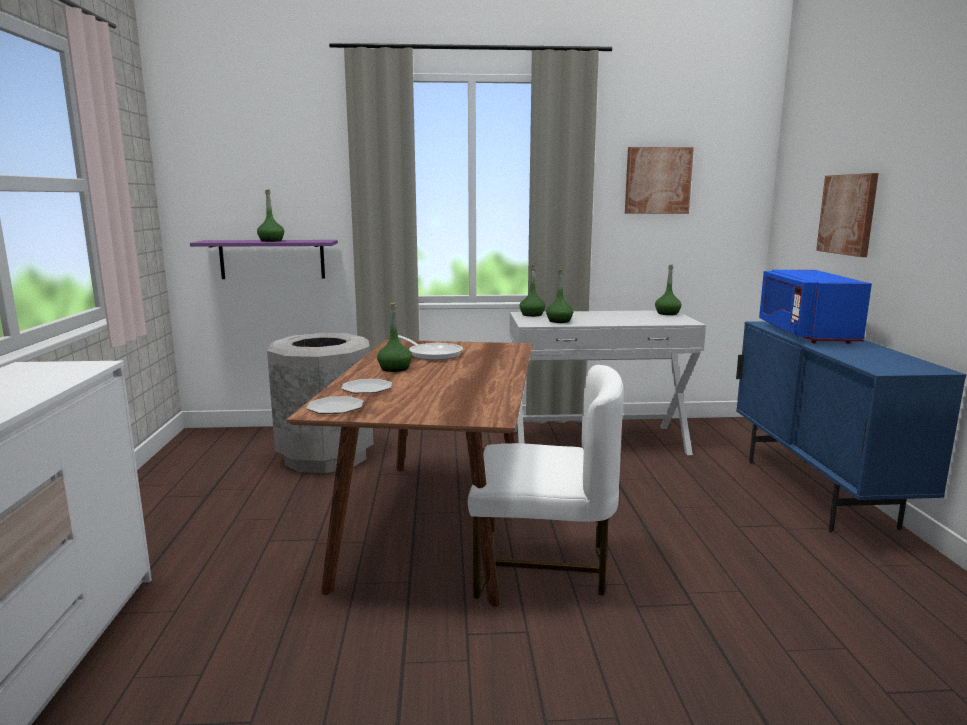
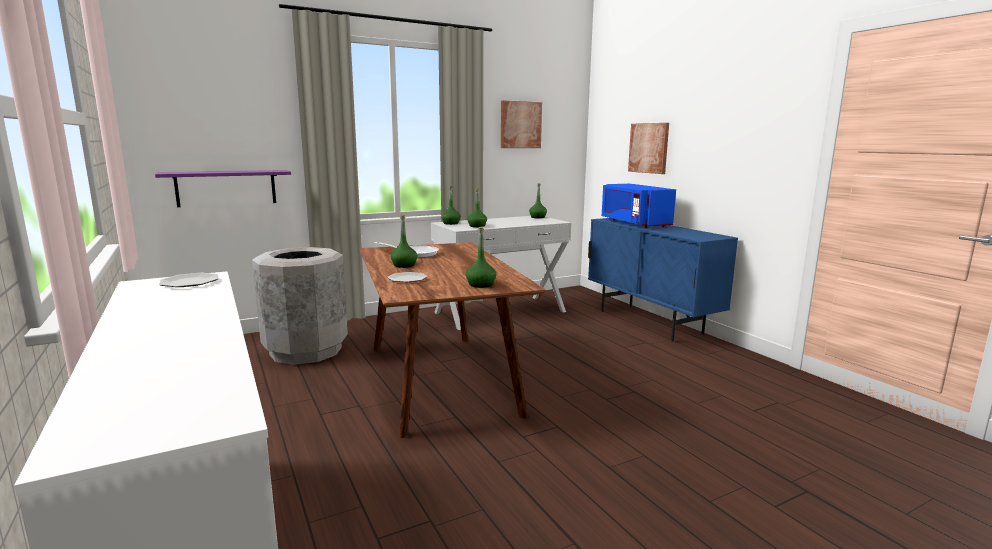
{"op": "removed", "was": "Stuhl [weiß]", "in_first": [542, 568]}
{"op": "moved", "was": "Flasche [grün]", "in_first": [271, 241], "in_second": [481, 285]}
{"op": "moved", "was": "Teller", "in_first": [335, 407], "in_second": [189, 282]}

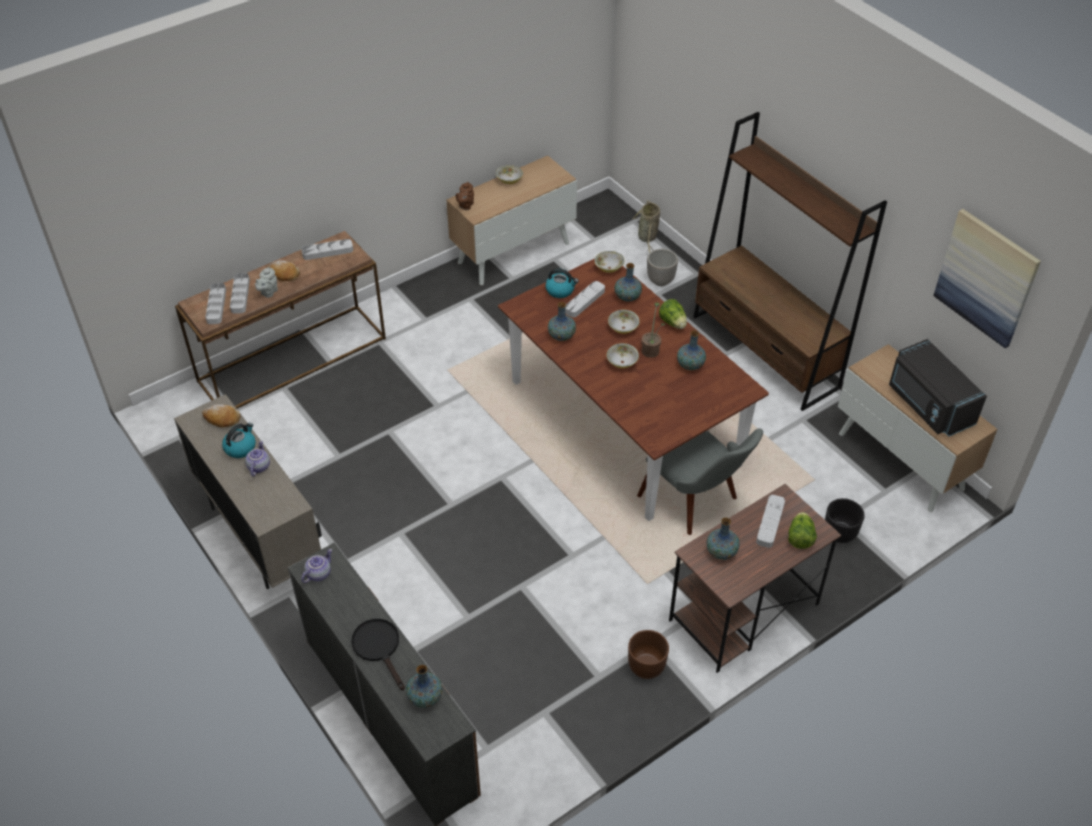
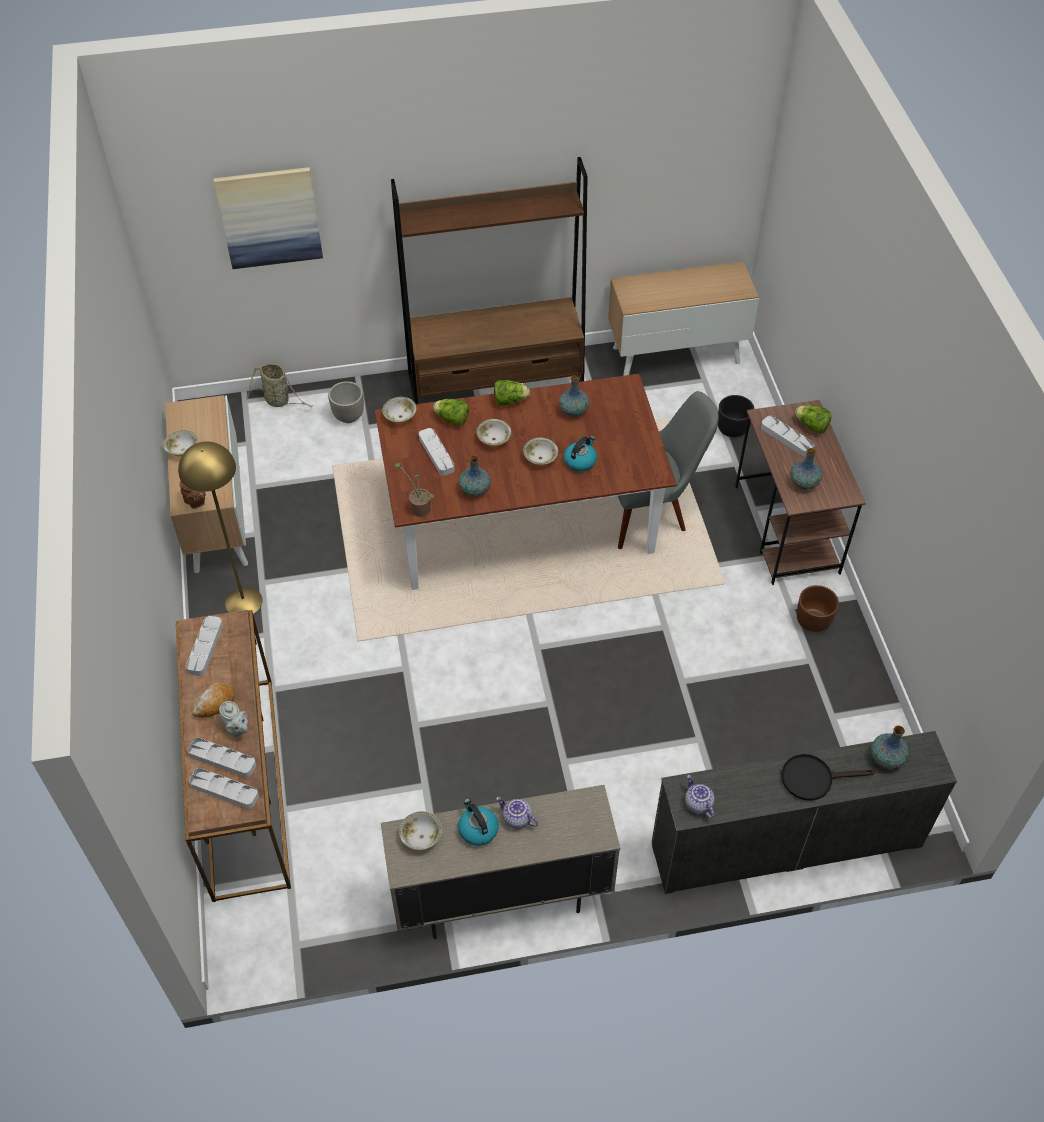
{"op": "removed", "was": "Mikrowelle [schwarz]", "in_first": [928, 405]}
{"op": "added", "now": "Stehlampe [gelb]", "in_second": [243, 601]}
{"op": "moved", "was": "Wasserkessel", "in_first": [560, 290], "in_second": [580, 461]}
{"op": "moved", "was": "Topfpflanze", "in_first": [651, 349], "in_second": [419, 507]}
{"op": "moved", "was": "Bild", "in_first": [986, 277], "in_second": [269, 217]}
{"op": "replaced", "was": "Brot", "now": "Schüssel", "in_first": [222, 419], "in_second": [421, 836]}
{"op": "replaced", "was": "Vase", "now": "Salatkopf", "in_first": [627, 297], "in_second": [452, 419]}

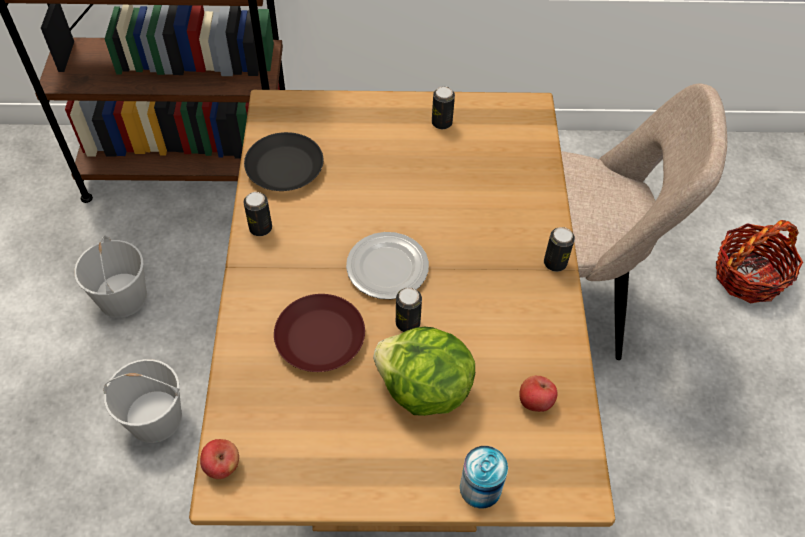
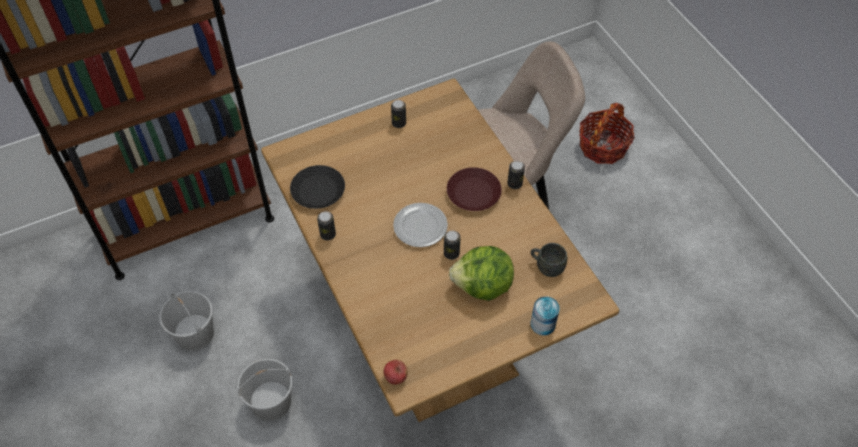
{"op": "moved", "was": "Teller [braun]", "in_first": [321, 338], "in_second": [474, 193]}
{"op": "replaced", "was": "Apfel", "now": "Henkelbecher [grau]", "in_first": [535, 402], "in_second": [546, 266]}

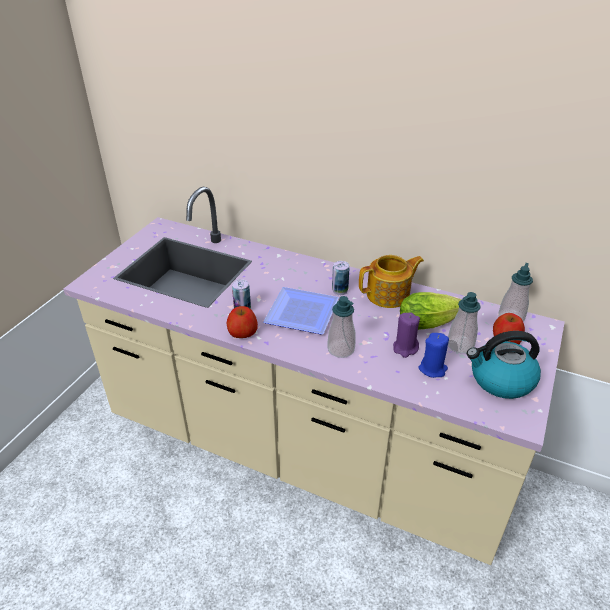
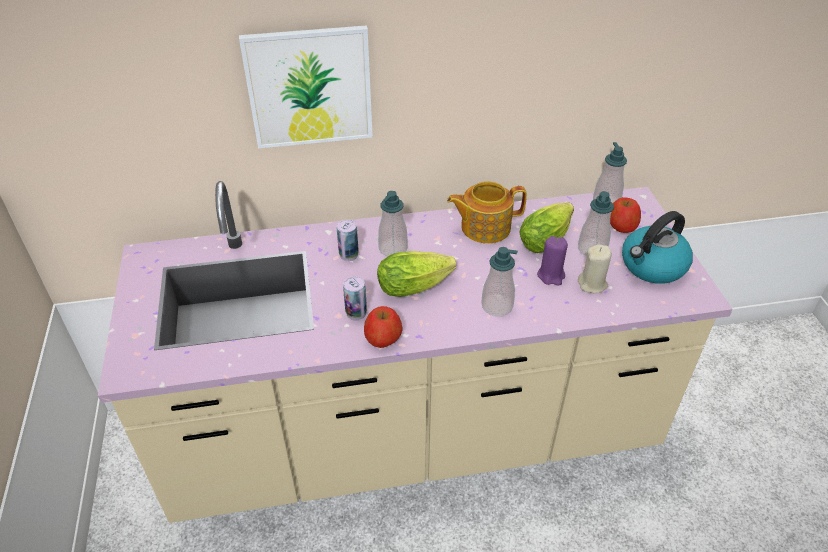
{"op": "added", "now": "Bild", "in_second": [309, 87]}
{"op": "added", "now": "Seifenspender", "in_second": [393, 248]}
{"op": "moved", "was": "Dose", "in_first": [340, 290], "in_second": [348, 255]}
{"op": "replaced", "was": "Teller", "now": "Salatkopf", "in_first": [300, 311], "in_second": [418, 285]}
{"op": "recoloured", "was": "Kerze [blau]", "now": "Kerze [beige]", "in_first": [432, 369], "in_second": [592, 284]}
{"op": "turned", "was": "Teekanne", "in_first": [389, 295], "in_second": [484, 227], "clockwise": -135}

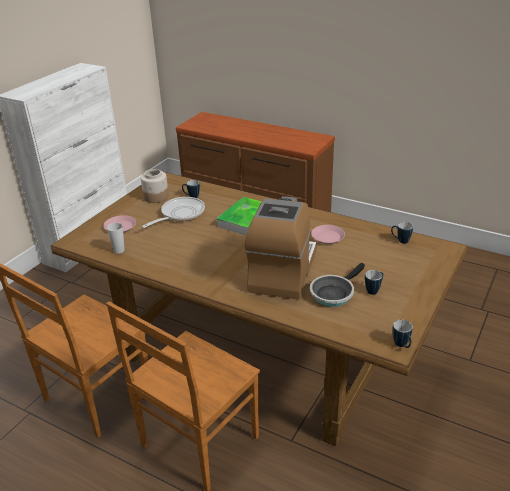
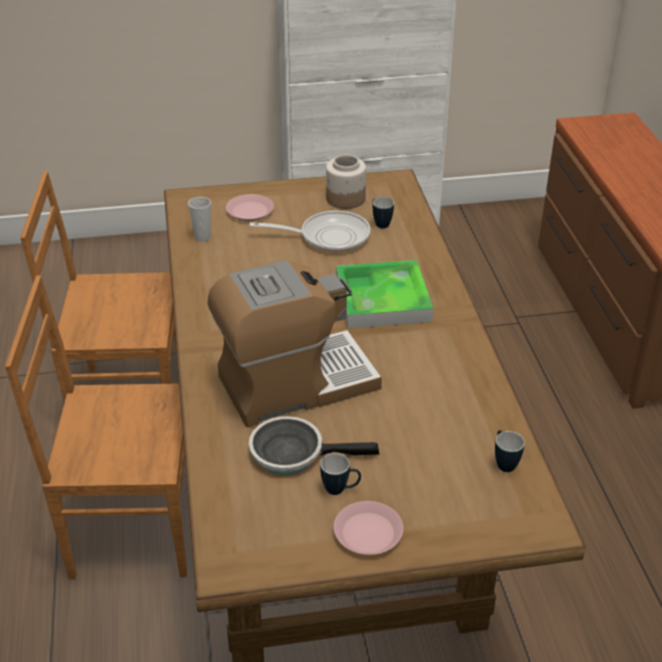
{"op": "removed", "was": "Henkelbecher", "in_first": [402, 346]}
{"op": "moved", "was": "Teller [rosa]", "in_first": [327, 237], "in_second": [367, 533]}

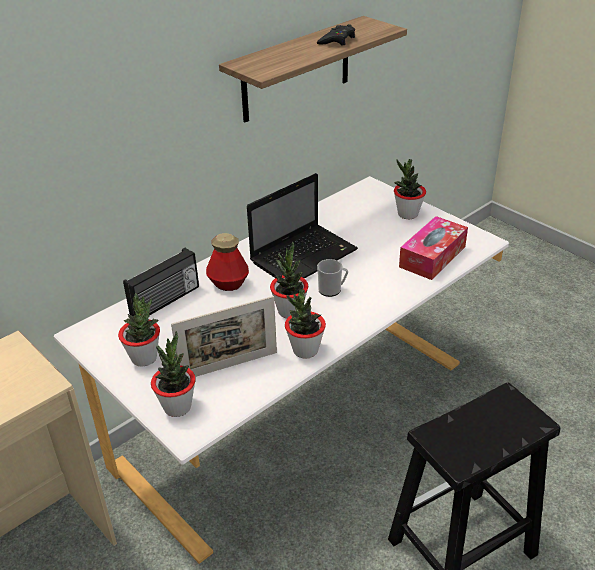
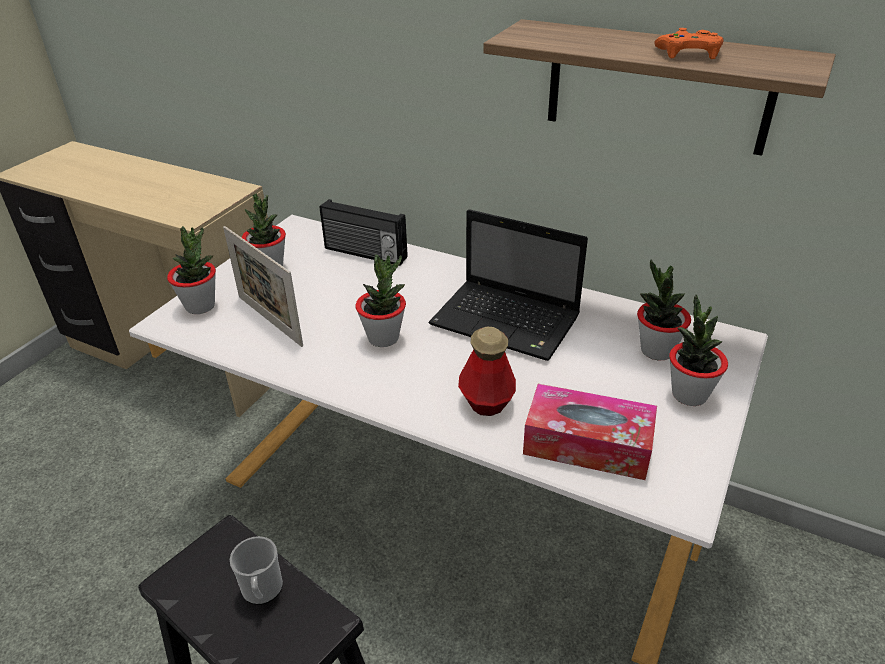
{"op": "moved", "was": "Flasche", "in_first": [228, 284], "in_second": [486, 402]}
{"op": "moved", "was": "Topfpflanze", "in_first": [305, 350], "in_second": [656, 350]}
{"op": "moved", "was": "Henkelbecher", "in_first": [332, 290], "in_second": [262, 591]}
{"op": "recoloured", "was": "Gamepad [schwarz]", "now": "Gamepad [orange]", "in_first": [337, 40], "in_second": [689, 53]}

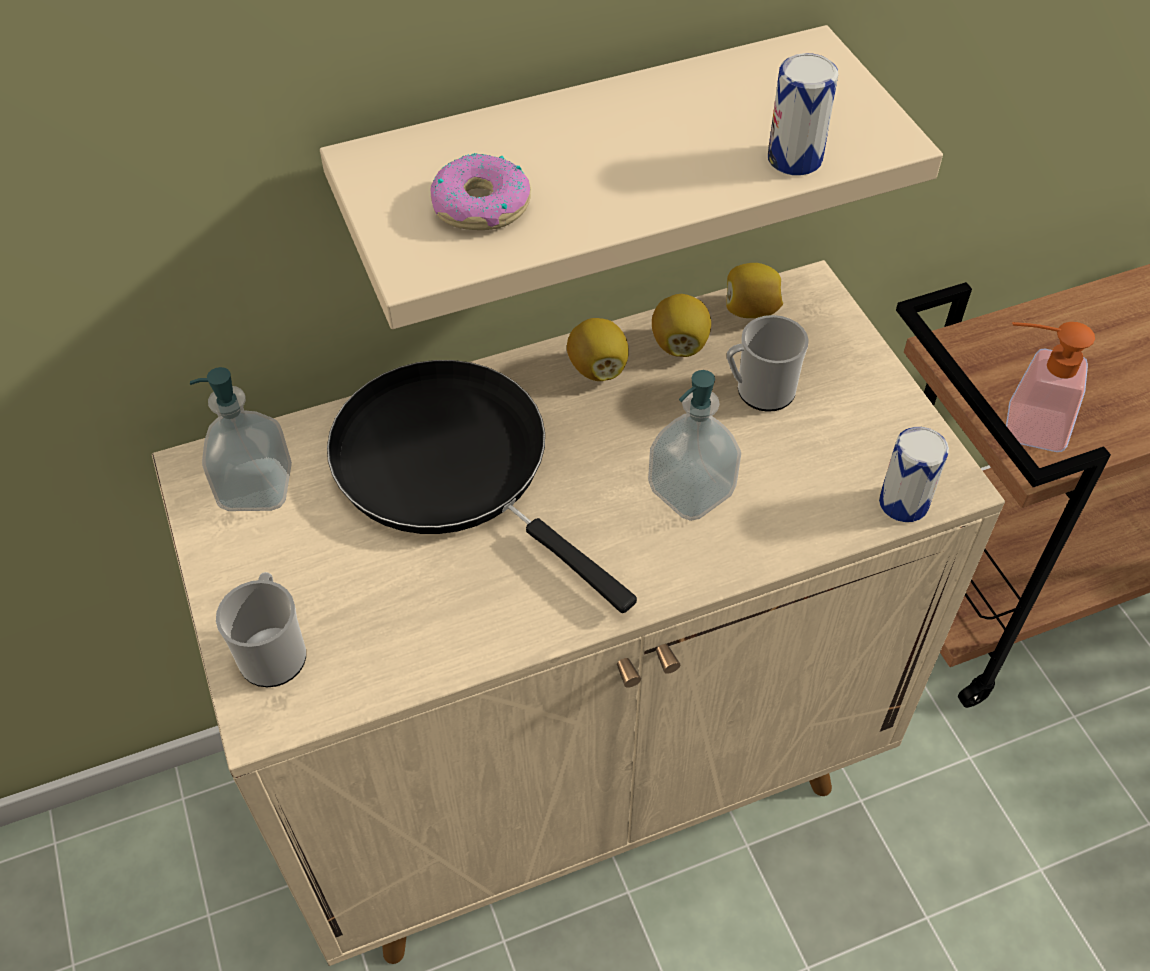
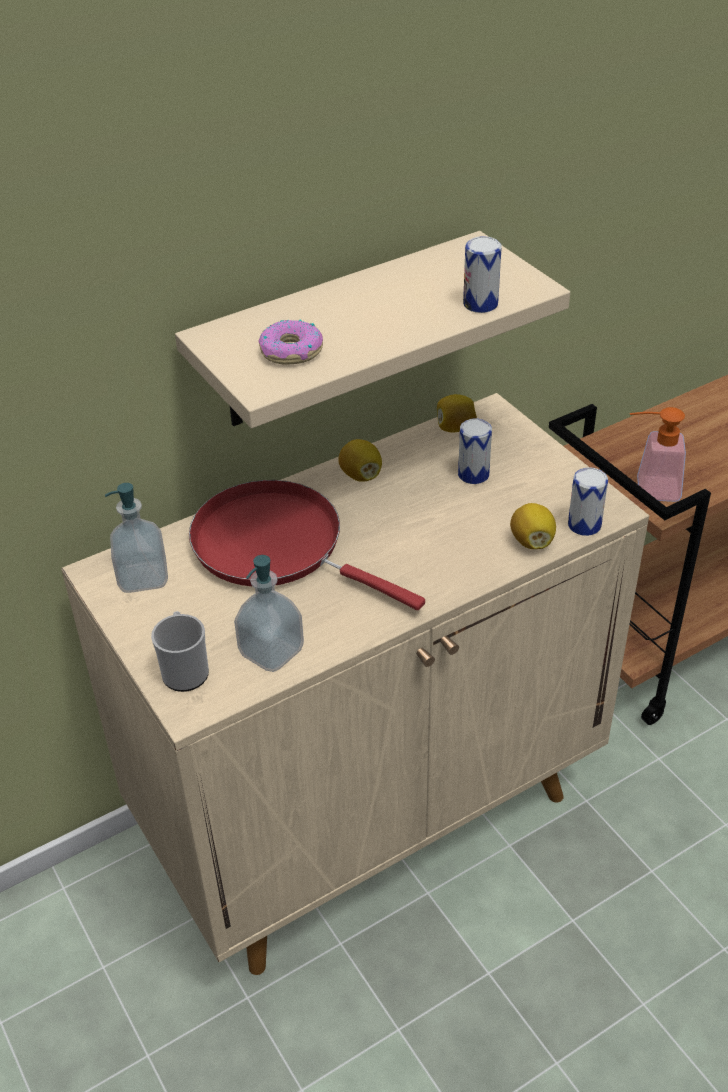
{"op": "moved", "was": "Seifenspender", "in_first": [691, 491], "in_second": [271, 651]}
{"op": "moved", "was": "Zitrone", "in_first": [680, 344], "in_second": [532, 541]}
{"op": "replaced", "was": "Henkelbecher", "now": "Dose", "in_first": [759, 391], "in_second": [473, 474]}
{"op": "recoloured", "was": "Pfanne [schwarz]", "now": "Pfanne [rot]", "in_first": [452, 466], "in_second": [277, 546]}

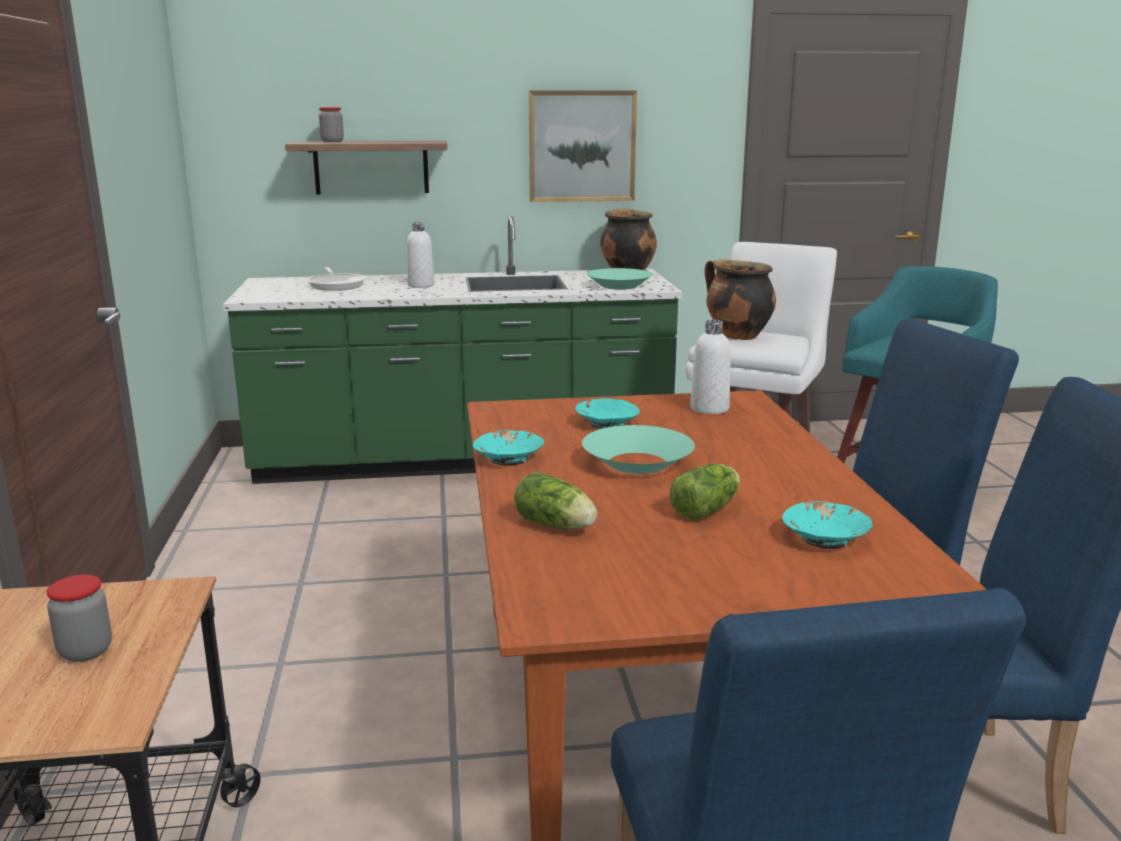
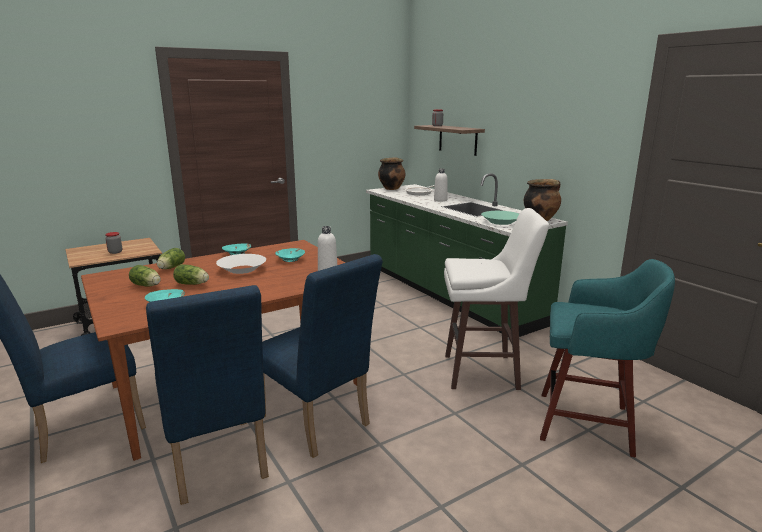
{"op": "removed", "was": "Bild", "in_first": [581, 146]}
{"op": "added", "now": "Salatkopf", "in_second": [147, 286]}
{"op": "moved", "was": "Kochtopf", "in_first": [736, 336], "in_second": [391, 188]}
{"op": "recoloured", "was": "Schüssel [türkis]", "now": "Schüssel [weiß]", "in_first": [637, 463], "in_second": [242, 269]}

